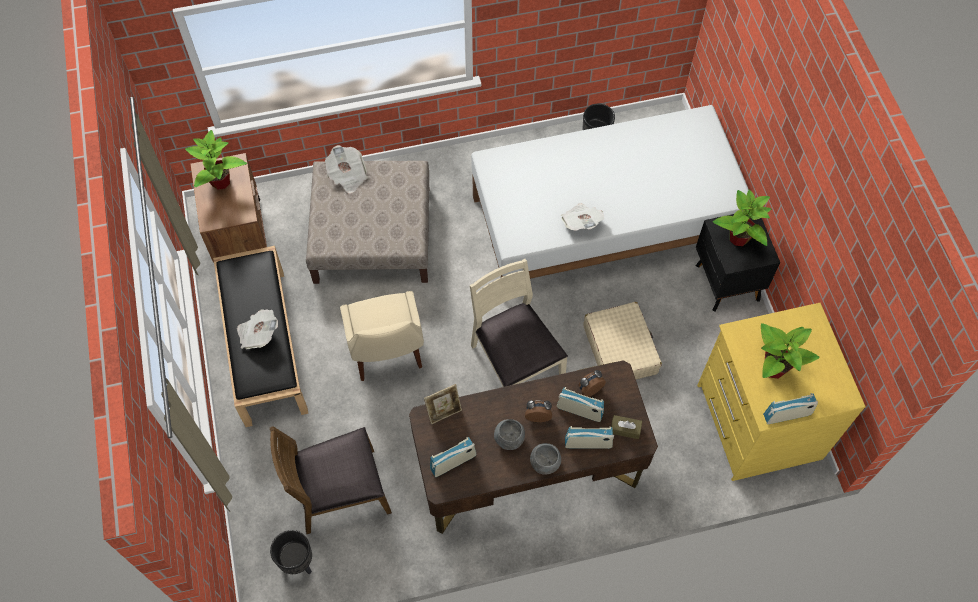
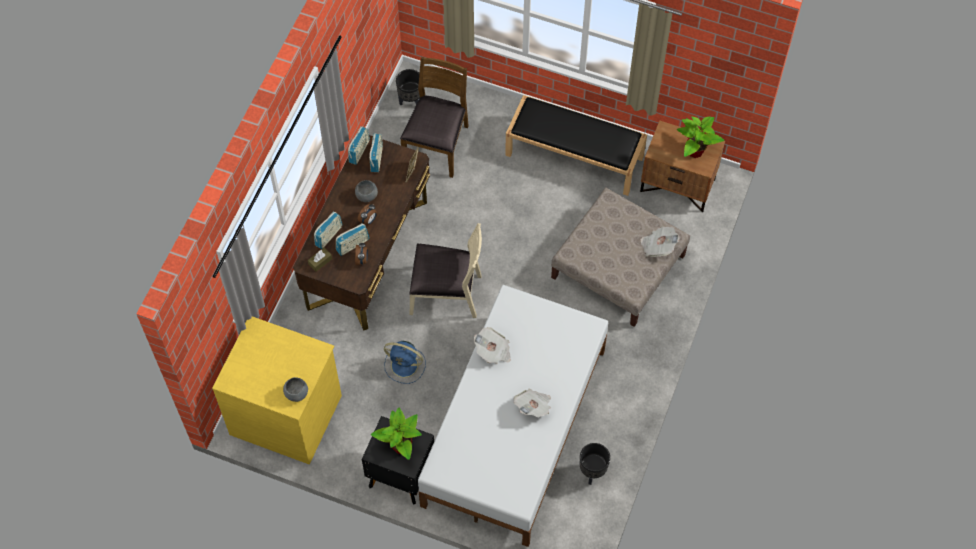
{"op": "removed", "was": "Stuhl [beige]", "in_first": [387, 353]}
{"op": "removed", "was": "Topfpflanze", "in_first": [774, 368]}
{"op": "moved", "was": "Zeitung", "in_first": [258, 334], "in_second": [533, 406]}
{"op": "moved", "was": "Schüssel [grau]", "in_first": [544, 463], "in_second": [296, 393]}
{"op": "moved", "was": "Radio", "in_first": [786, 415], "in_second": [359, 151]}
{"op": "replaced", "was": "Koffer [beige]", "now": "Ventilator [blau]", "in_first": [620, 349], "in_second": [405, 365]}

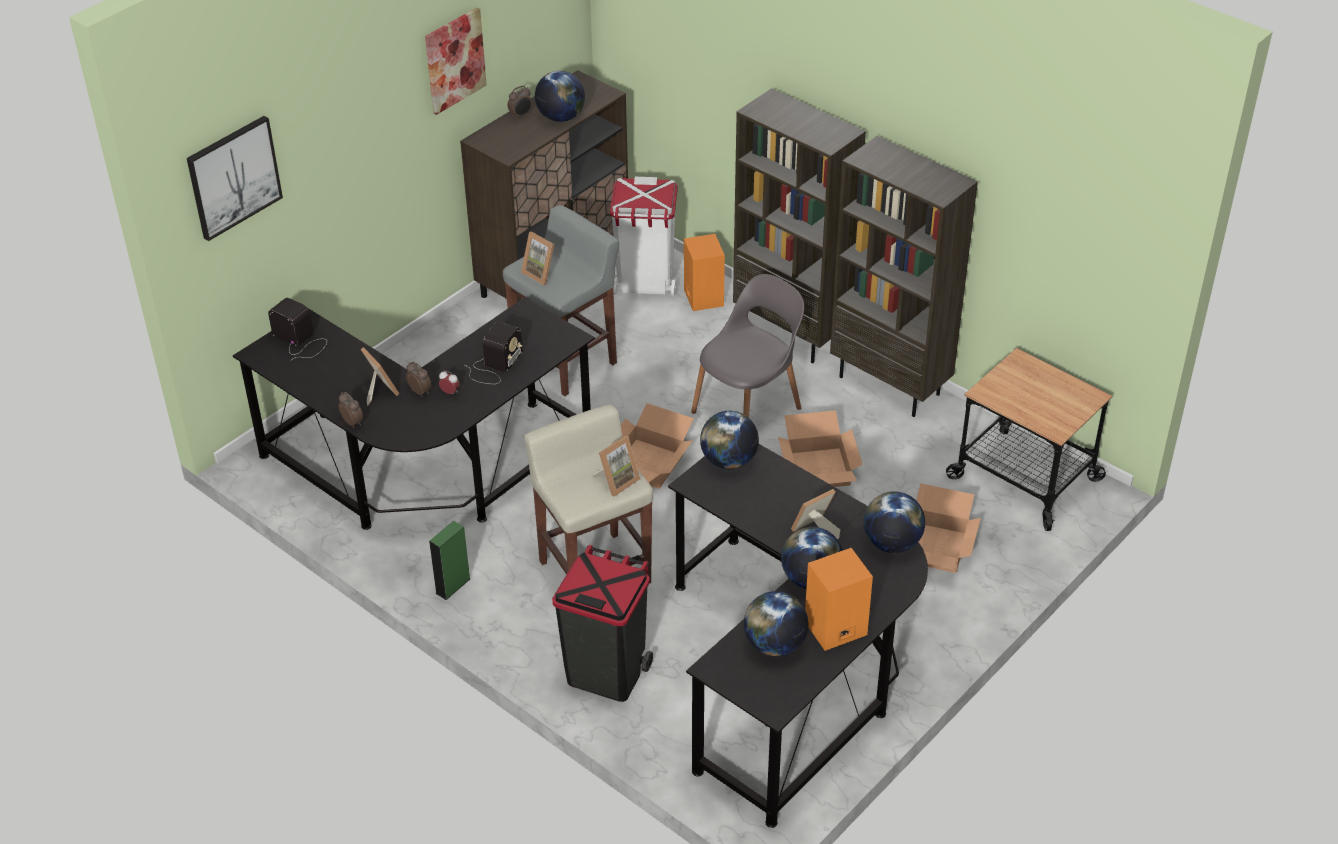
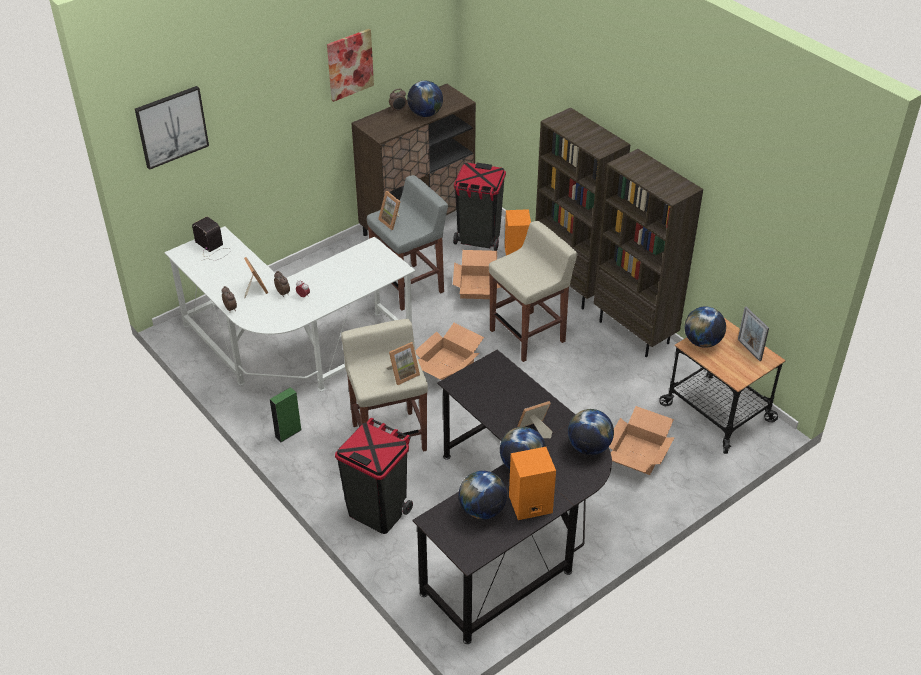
{"op": "removed", "was": "Radio", "in_first": [494, 366]}
{"op": "added", "now": "Bilderrahmen", "in_second": [749, 350]}
{"op": "moved", "was": "Globus", "in_first": [728, 461], "in_second": [702, 342]}
{"op": "moved", "was": "Karton", "in_first": [820, 469], "in_second": [479, 287]}
{"op": "replaced", "was": "Stuhl [grau]", "now": "Hocker [beige]", "in_first": [748, 408], "in_second": [528, 335]}
{"op": "recoloured", "was": "Schreibtisch [schwarz]", "now": "Schreibtisch [weiß]", "in_first": [426, 472], "in_second": [292, 351]}
{"op": "recoloured", "was": "Mülleimer [weiß]", "now": "Mülleimer [schwarz]", "in_first": [645, 283], "in_second": [479, 239]}

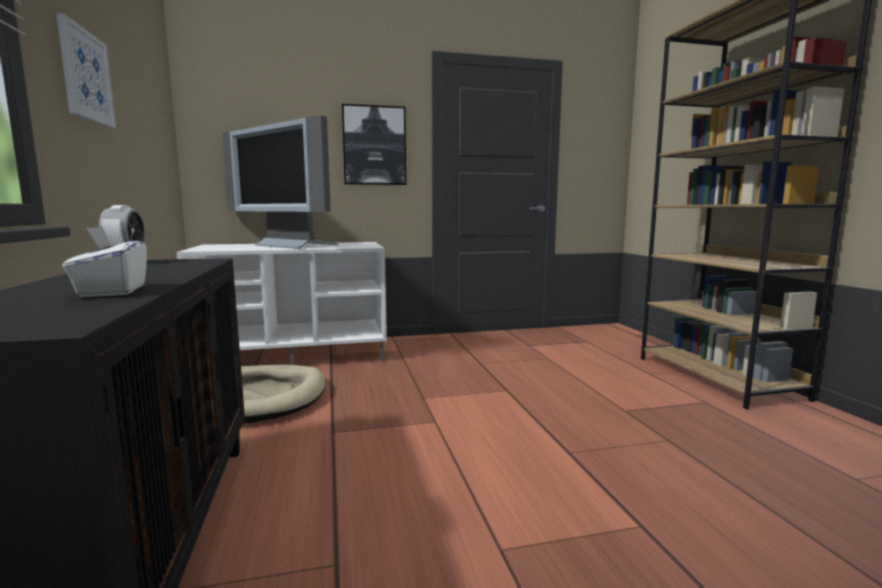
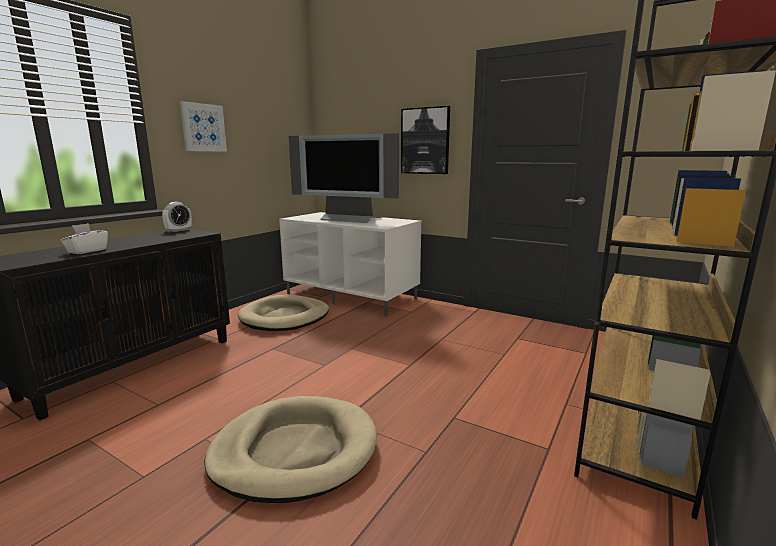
{"op": "added", "now": "Hundebett [beige]", "in_second": [294, 451]}
{"op": "turned", "was": "Fernseher", "in_first": [292, 246], "in_second": [349, 219], "clockwise": -60}

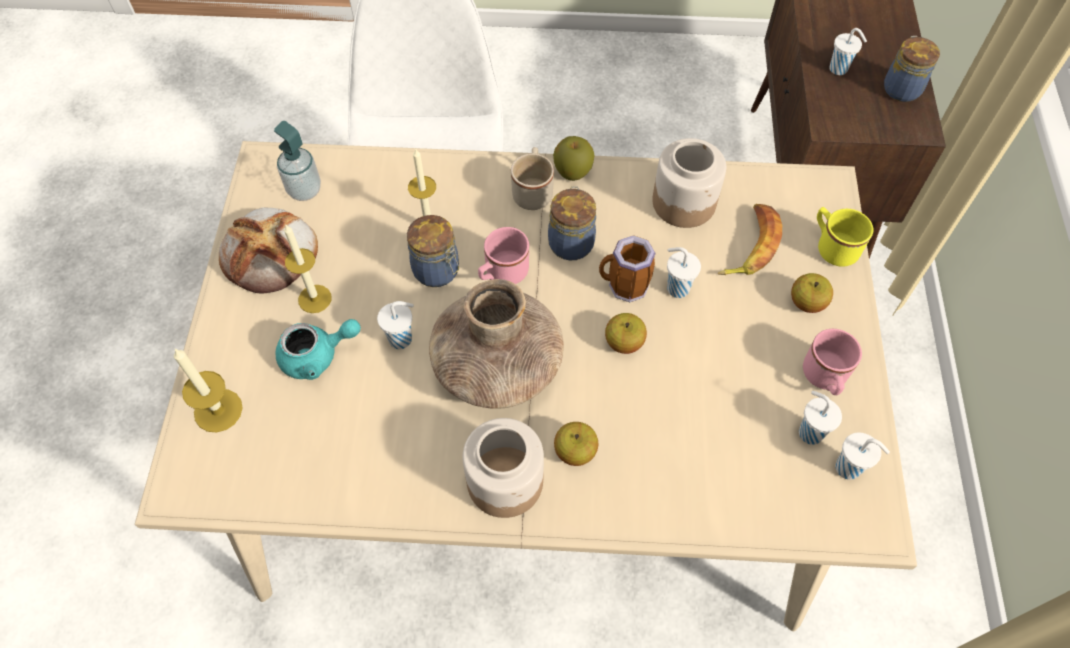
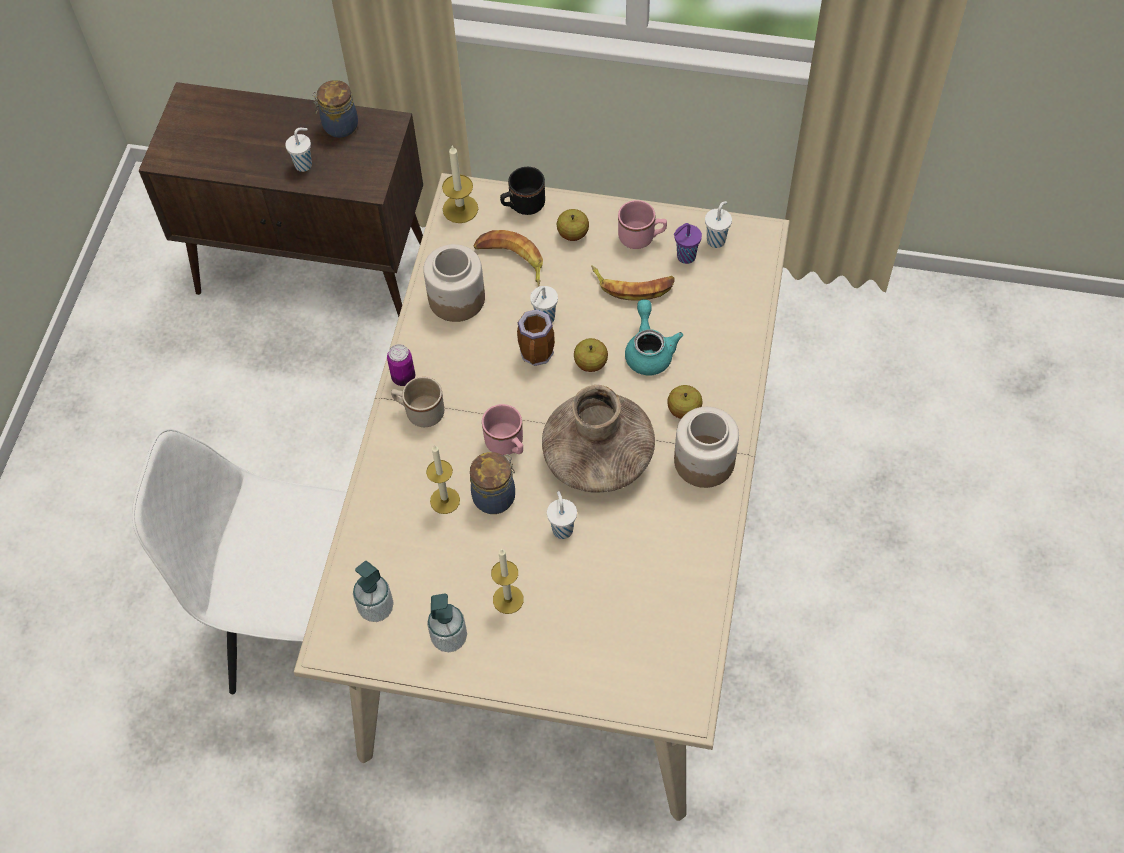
{"op": "removed", "was": "Vorratsglas", "in_first": [571, 242]}
{"op": "added", "now": "Banane", "in_second": [633, 285]}
{"op": "moved", "was": "Kerze", "in_first": [218, 410], "in_second": [460, 209]}
{"op": "moved", "was": "Teekanne [türkis]", "in_first": [317, 356], "in_second": [649, 350]}
{"op": "replaced", "was": "Brot", "now": "Seifenspender", "in_first": [271, 254], "in_second": [449, 638]}
{"op": "replaced", "was": "Apfel", "now": "Dose", "in_first": [573, 171], "in_second": [403, 377]}
{"op": "recoloured", "was": "Tasse [weiß]", "now": "Tasse [lila]", "in_first": [809, 432], "in_second": [685, 257]}
{"op": "recoloured", "was": "Henkelbecher [gelb]", "now": "Henkelbecher [schwarz]", "in_first": [832, 247], "in_second": [522, 205]}

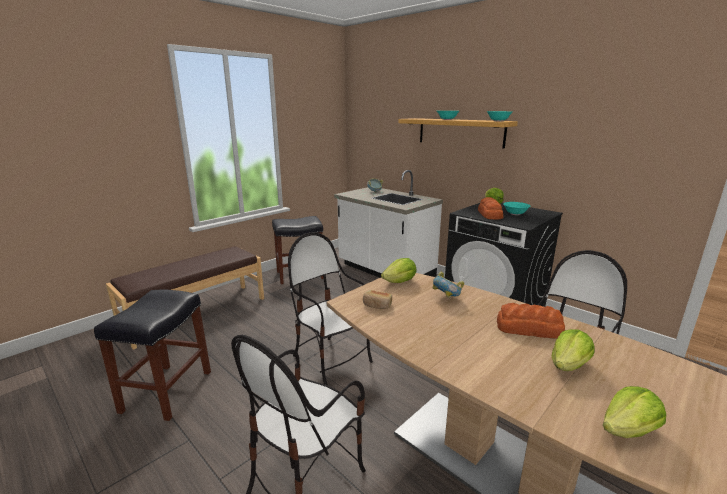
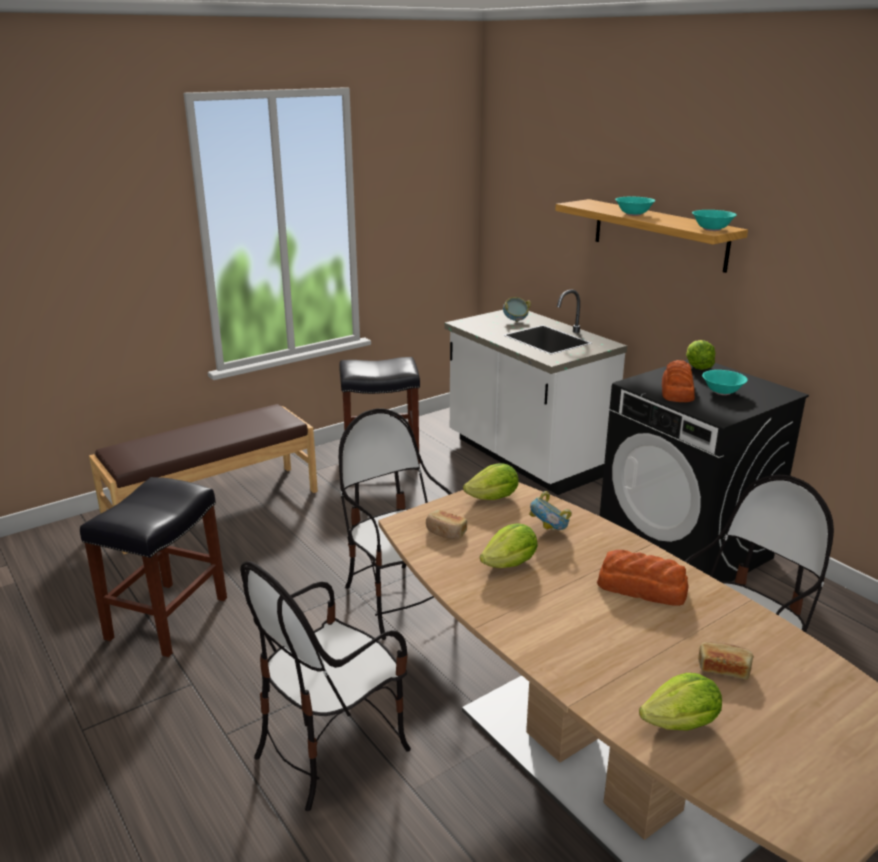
{"op": "added", "now": "Brot", "in_second": [723, 668]}
{"op": "moved", "was": "Salatkopf", "in_first": [569, 365], "in_second": [510, 564]}

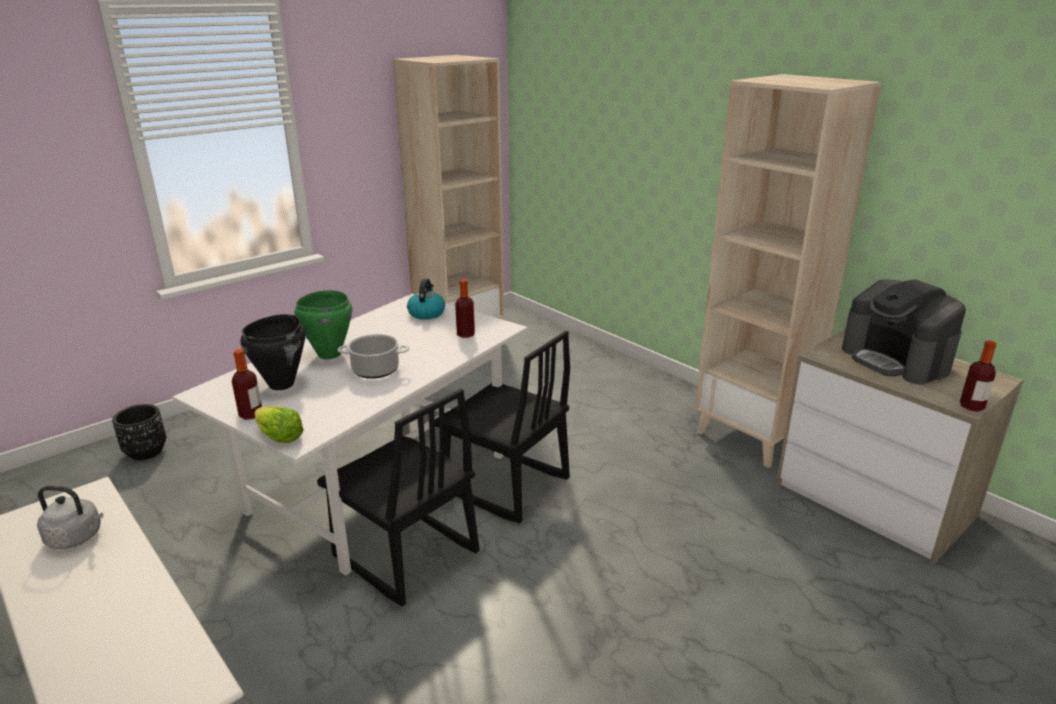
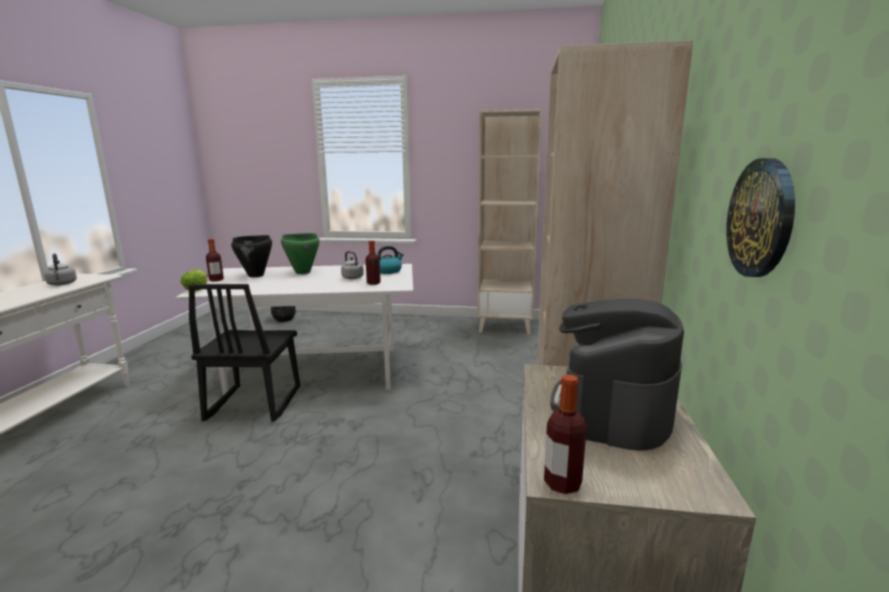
{"op": "removed", "was": "Kochtopf", "in_first": [376, 370]}
{"op": "removed", "was": "Stuhl [schwarz]", "in_first": [505, 486]}
{"op": "added", "now": "Wasserkessel [grau]", "in_second": [353, 278]}
{"op": "added", "now": "Wanduhr", "in_second": [761, 218]}

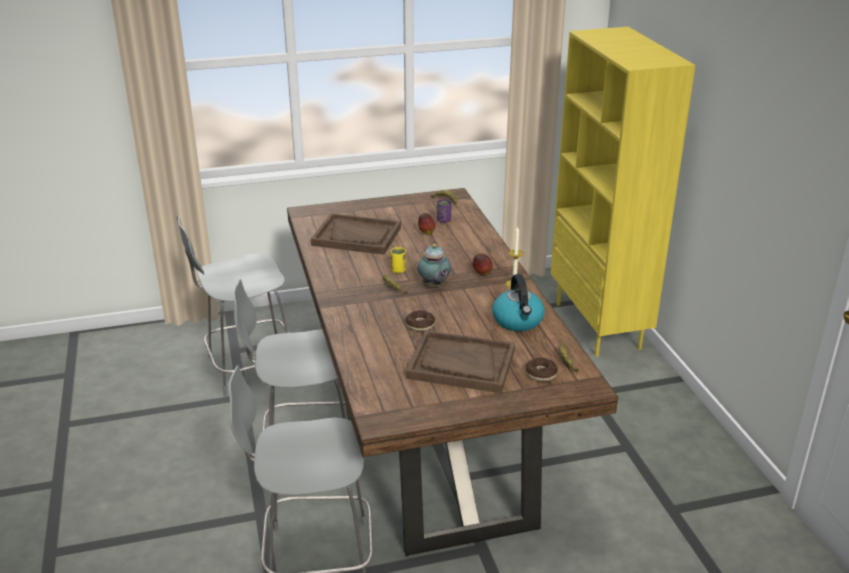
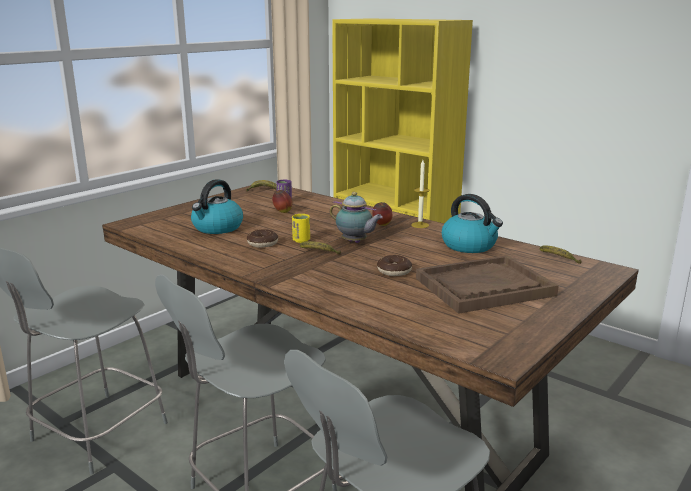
{"op": "moved", "was": "Donut", "in_first": [541, 374], "in_second": [262, 243]}
{"op": "replaced", "was": "Tablett [braun]", "now": "Wasserkessel", "in_first": [357, 236], "in_second": [217, 228]}

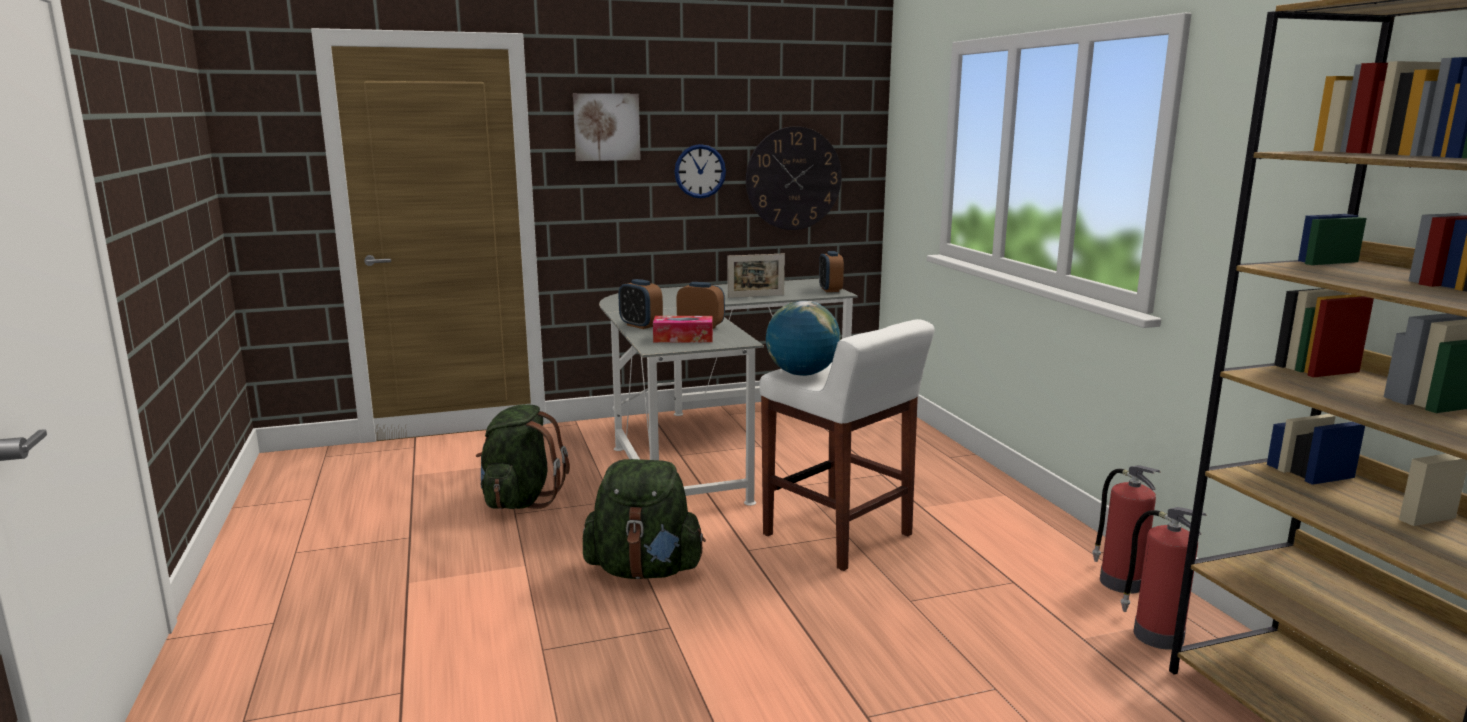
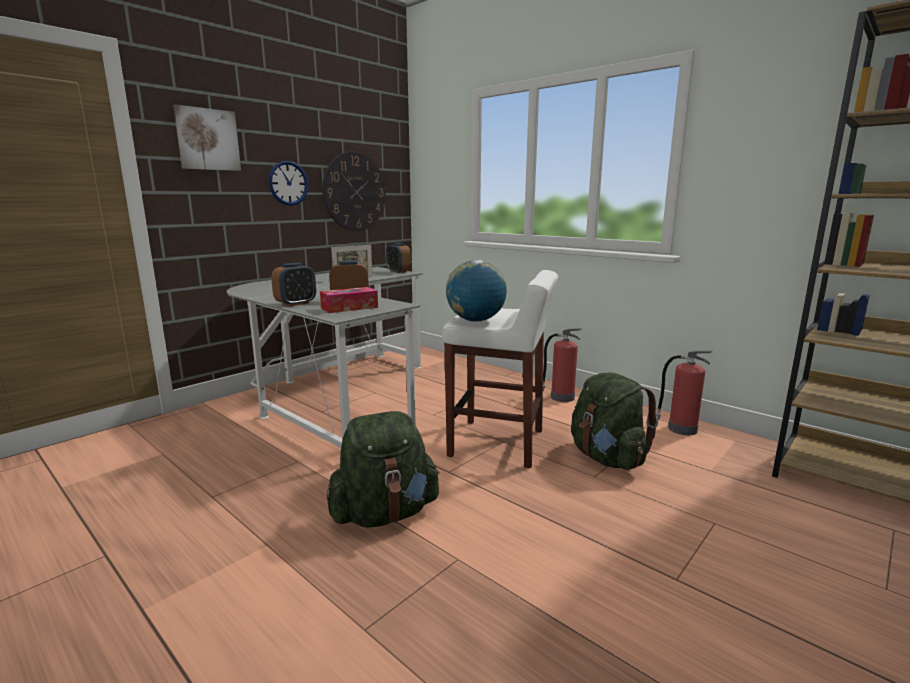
{"op": "moved", "was": "Rucksack [grün]", "in_first": [520, 500], "in_second": [607, 458]}
{"op": "moved", "was": "Feuerlöscher", "in_first": [1156, 634], "in_second": [561, 397]}
{"op": "turned", "was": "Wecker", "in_first": [640, 325], "in_second": [296, 304], "clockwise": -60}

